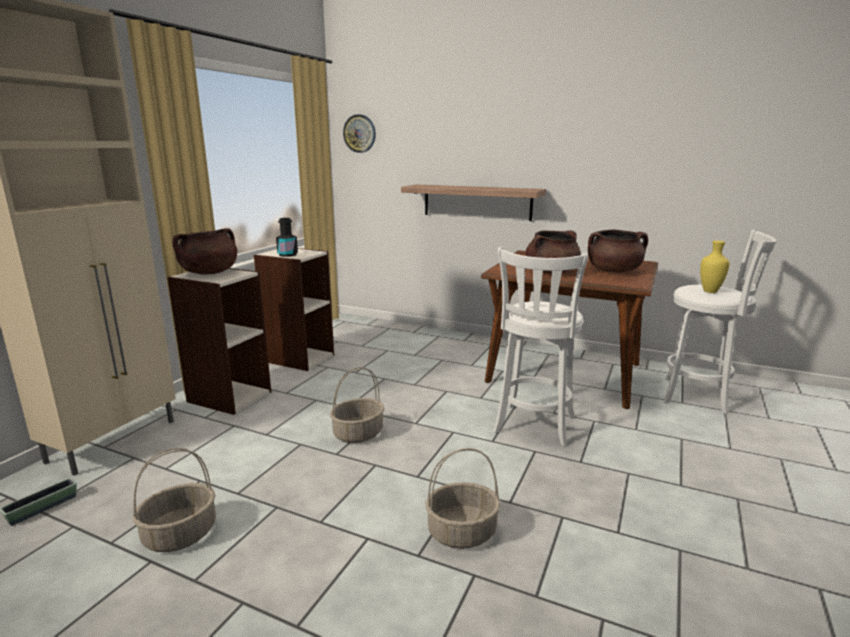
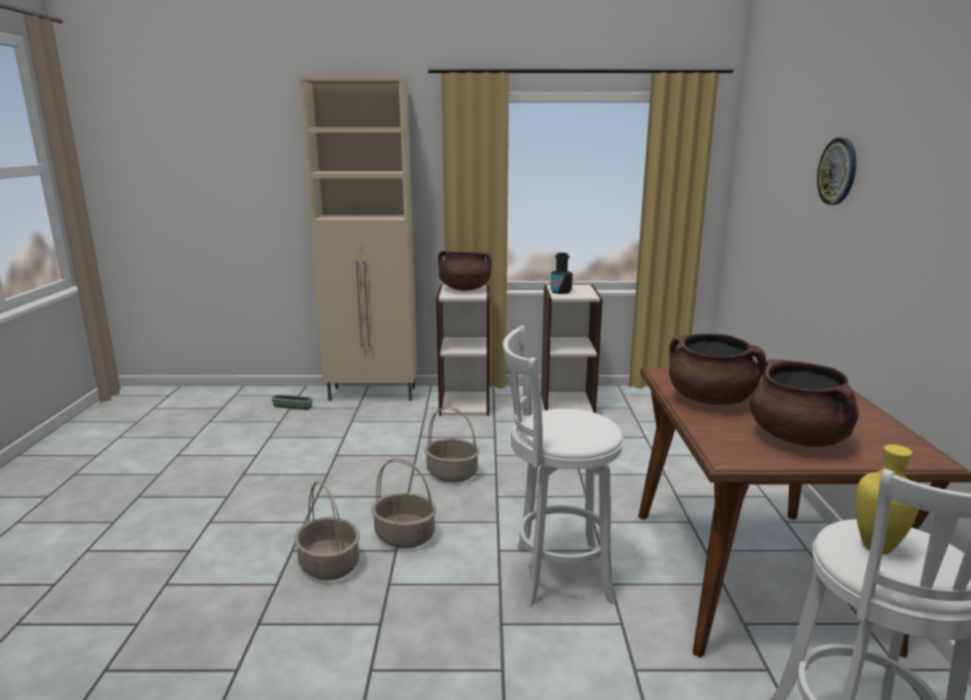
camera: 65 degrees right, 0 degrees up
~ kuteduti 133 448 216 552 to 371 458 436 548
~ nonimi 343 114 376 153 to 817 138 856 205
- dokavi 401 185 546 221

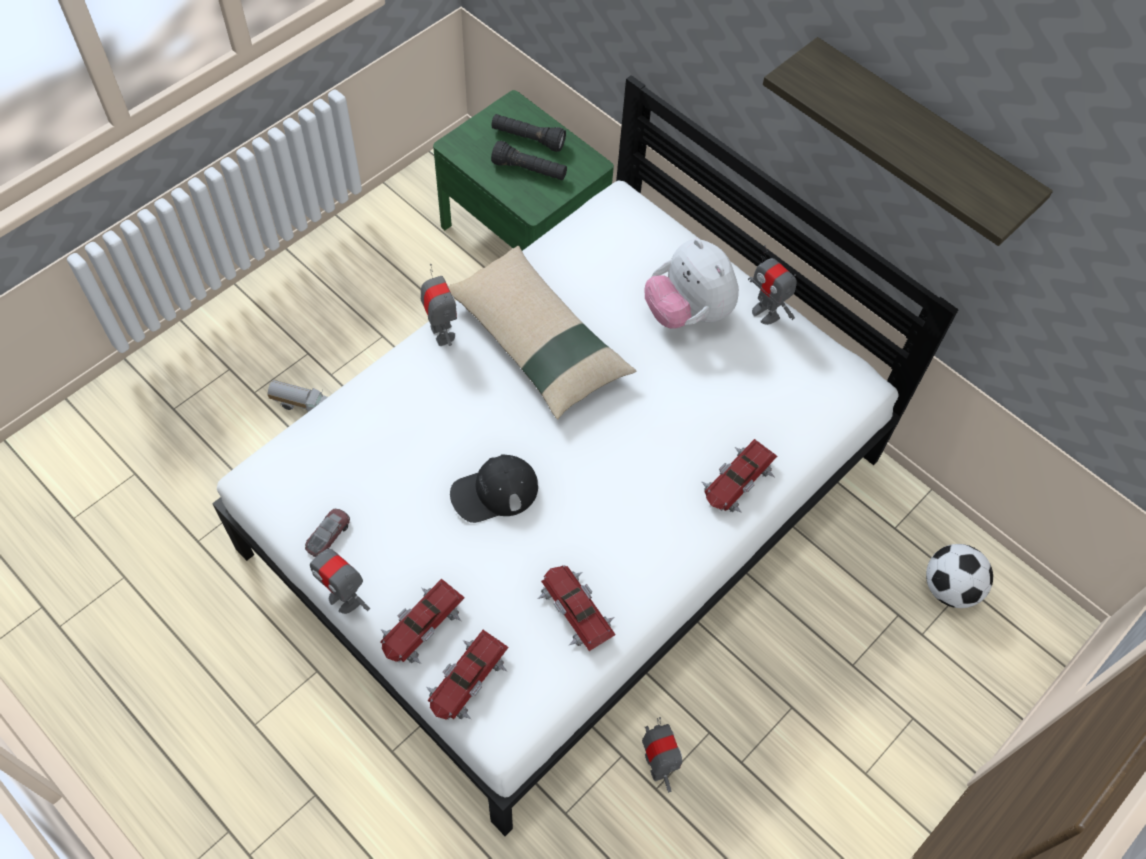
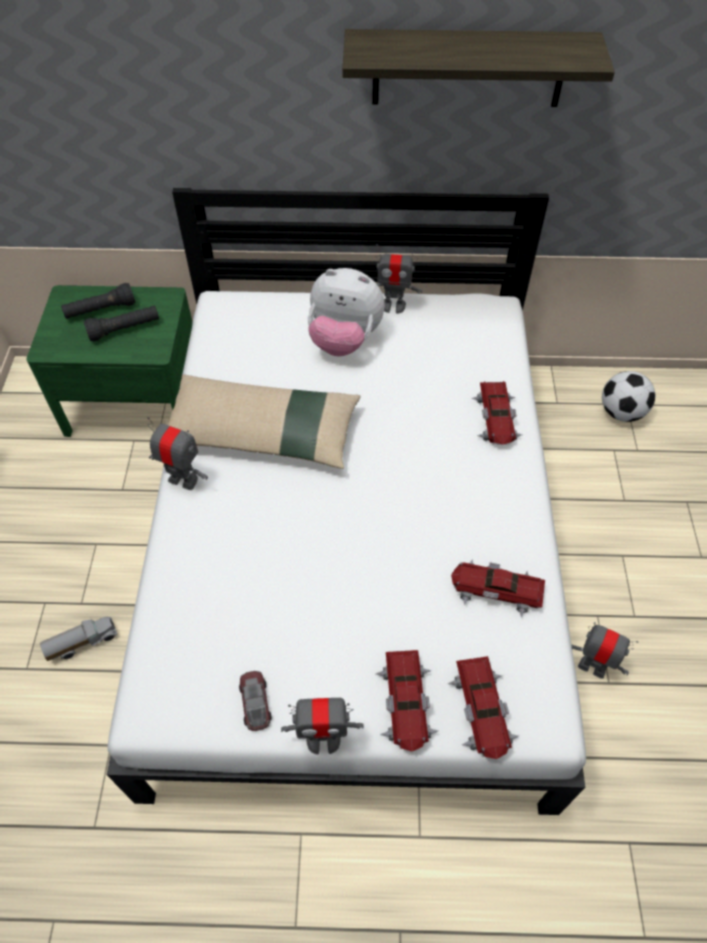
camera: 40 degrees left, 5 degrees down
- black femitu 450 454 538 523

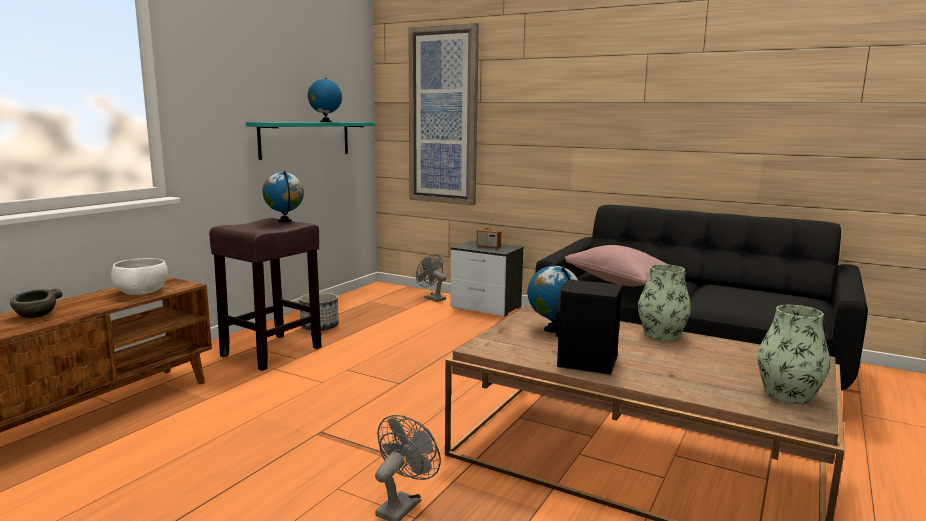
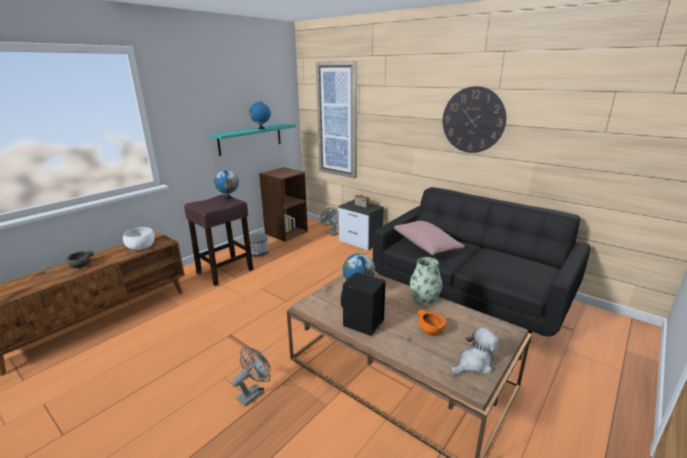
camera: 10 degrees right, 10 degrees up
~ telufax 757 305 830 404 to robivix 451 327 499 375
+ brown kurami 259 167 308 242
+ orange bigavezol 417 310 446 335
+ nonimi 443 86 506 153

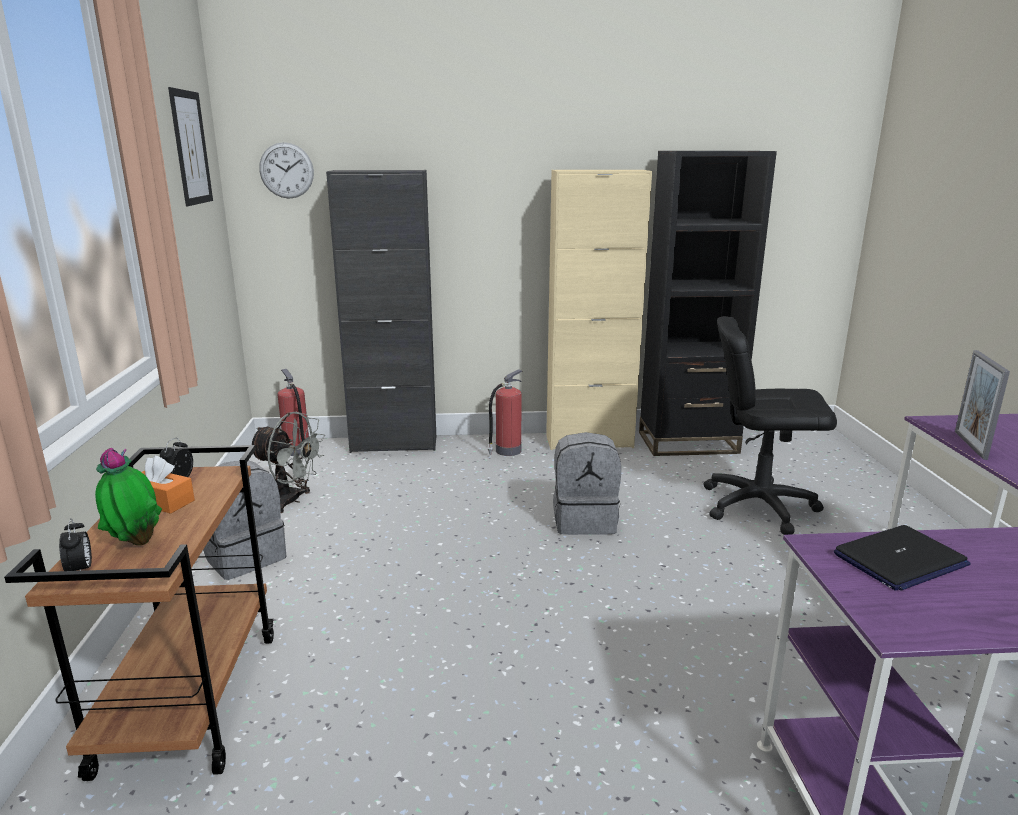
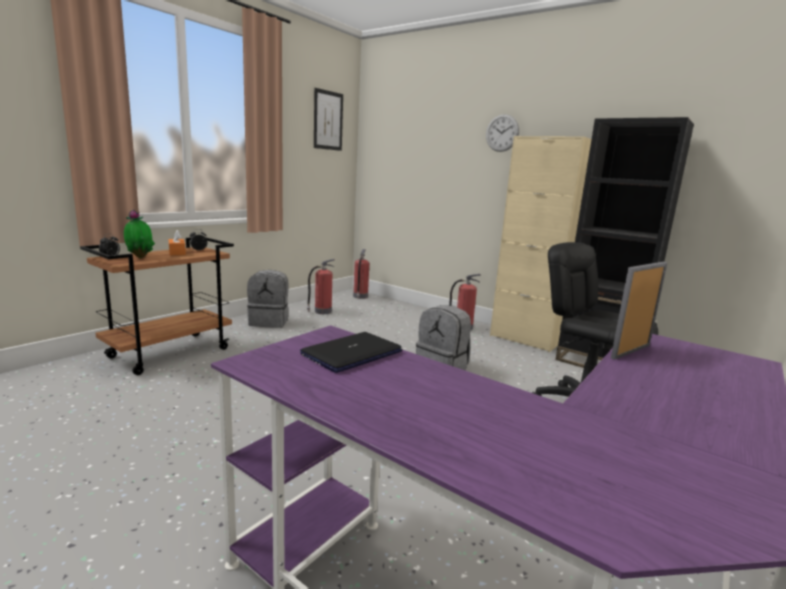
camera: 40 degrees right, 5 degrees down
~ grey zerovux 252 412 325 513 to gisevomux 307 259 334 314
~ nonimi 259 142 314 199 to 486 114 519 152
- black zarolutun 326 170 436 453
~ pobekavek 834 525 970 591 = 300 332 402 373 120 degrees clockwise

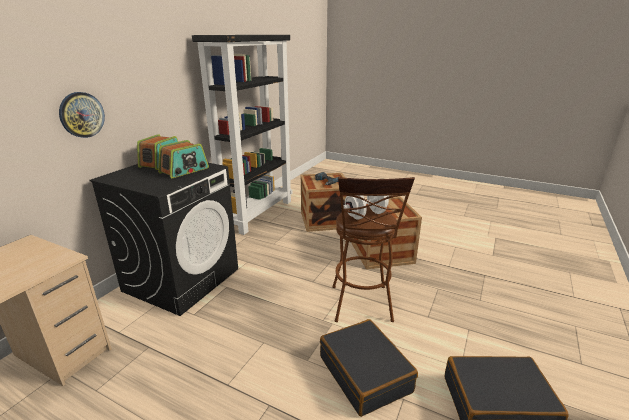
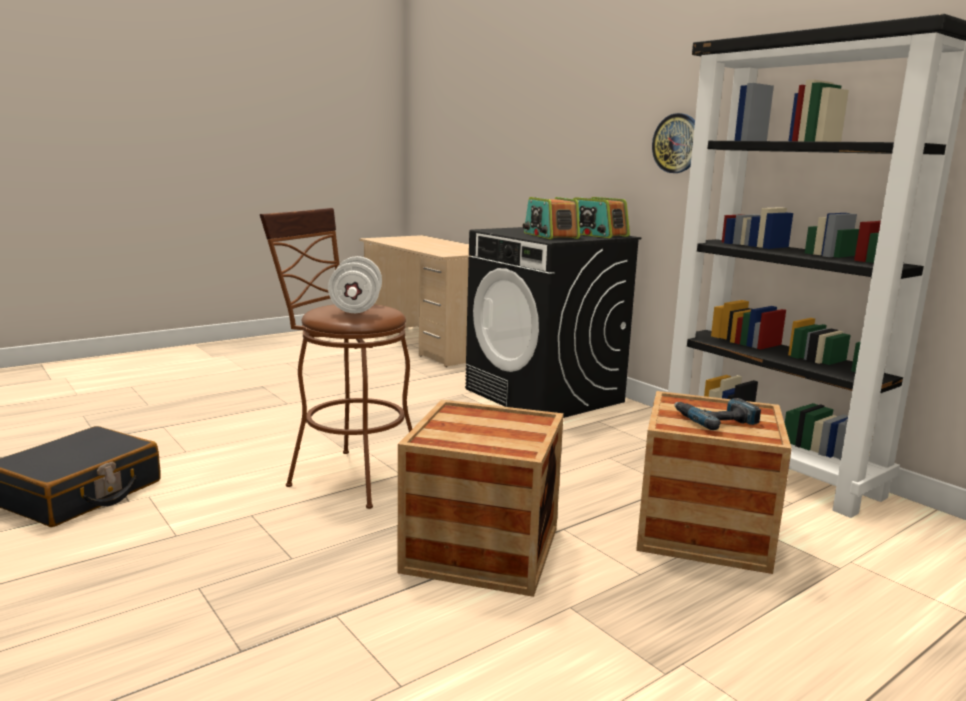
camera: 115 degrees right, 10 degrees down
~ nonimi 59 92 105 138 to 652 113 695 173
- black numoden 320 319 418 417

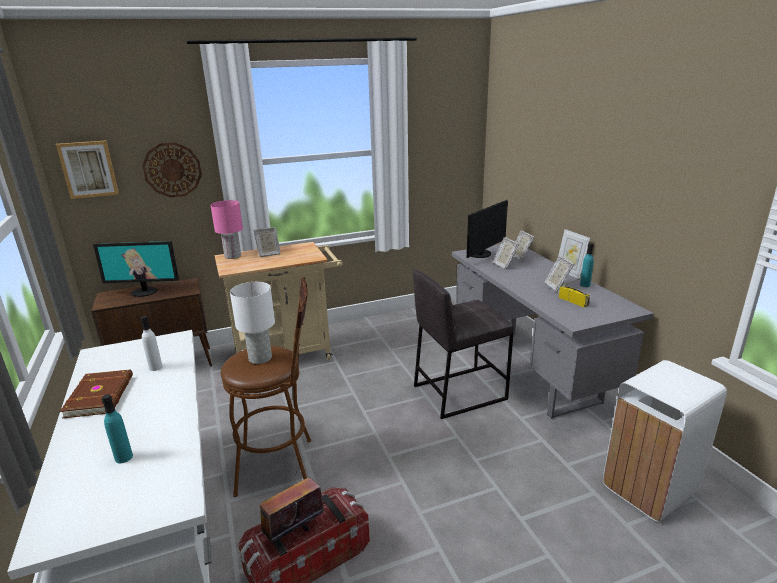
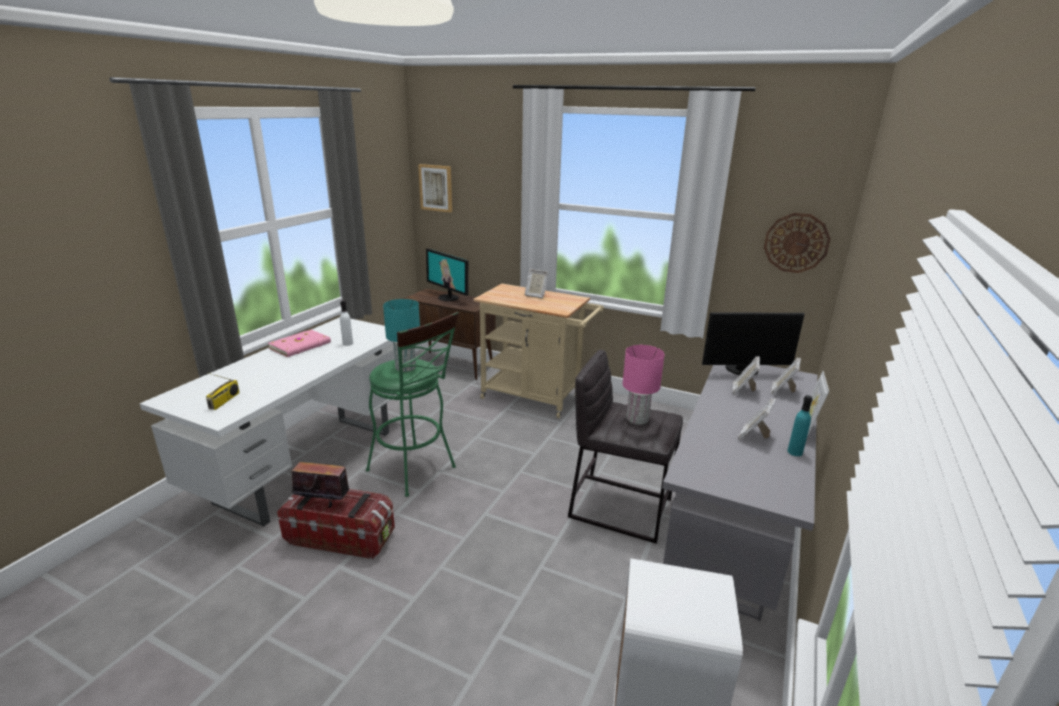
camera: 45 degrees right, 0 degrees up
~ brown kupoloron 60 370 133 418 to pink kupoloron 268 330 331 357
- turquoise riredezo 102 394 133 463
~ nonimi 142 142 202 198 to 764 213 831 273
~ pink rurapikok 210 200 243 259 to 623 345 665 425
~ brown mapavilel 221 277 311 497 to green mapavilel 366 312 459 497
~ white rurapikok 230 282 275 364 to turquoise rurapikok 383 299 420 372
~ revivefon 559 278 590 307 to 206 372 240 410

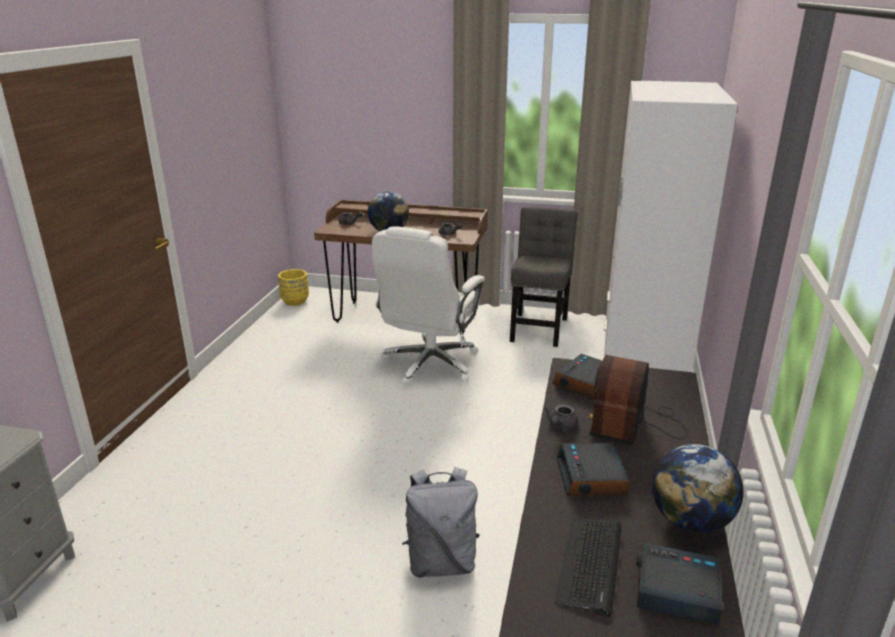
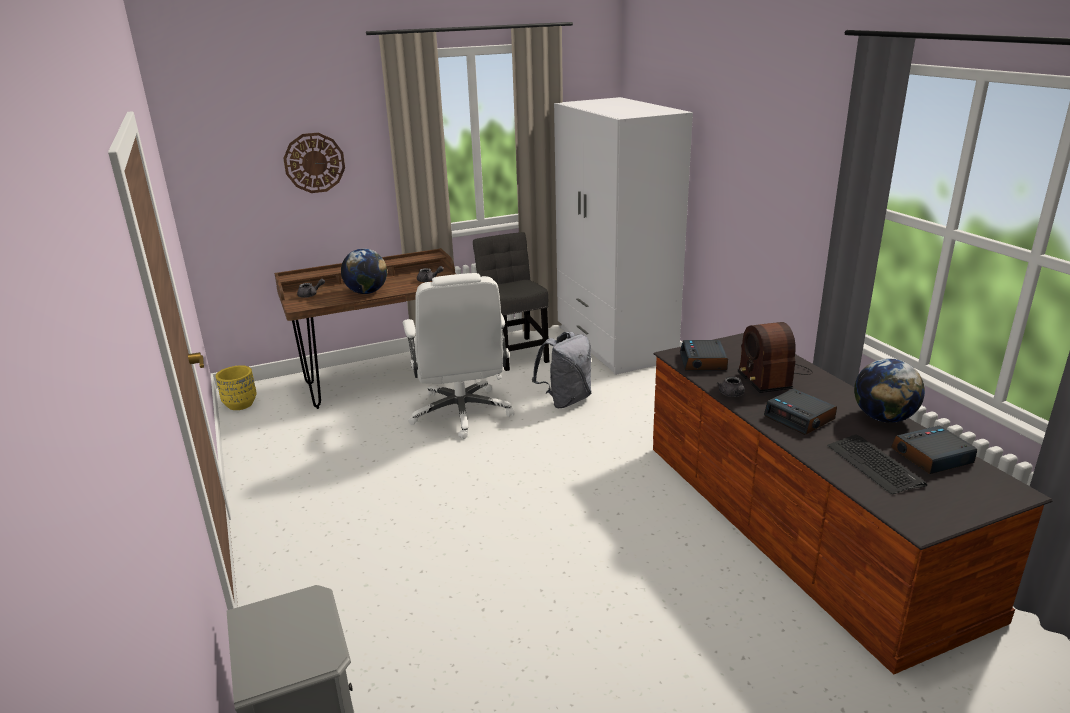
camera: 35 degrees left, 0 degrees up
~ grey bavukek 402 467 480 578 to 532 332 591 408
+ nonimi 283 133 345 193

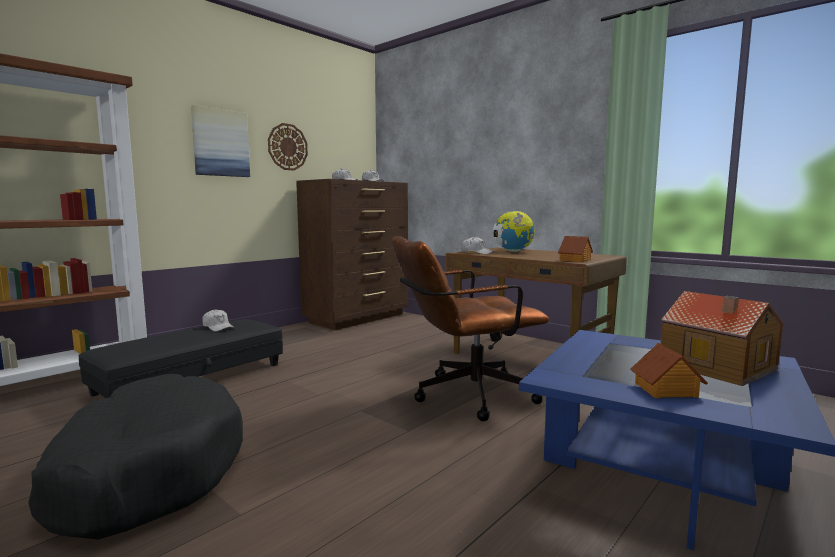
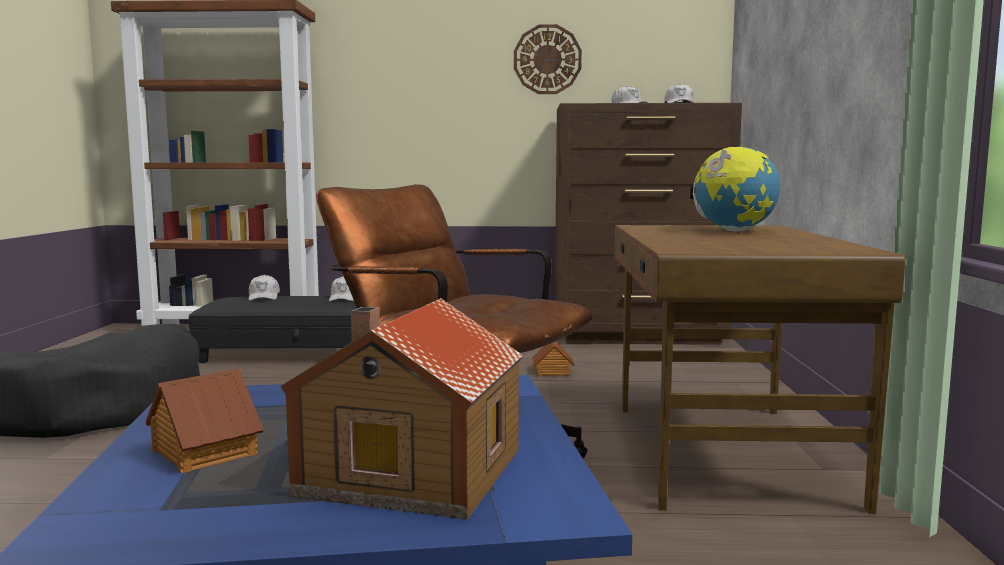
camera: 50 degrees right, 0 degrees up
- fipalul 191 105 250 177
~ white femitu 461 236 494 254 to 249 274 280 301
~ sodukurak 558 236 593 262 to 532 342 574 376

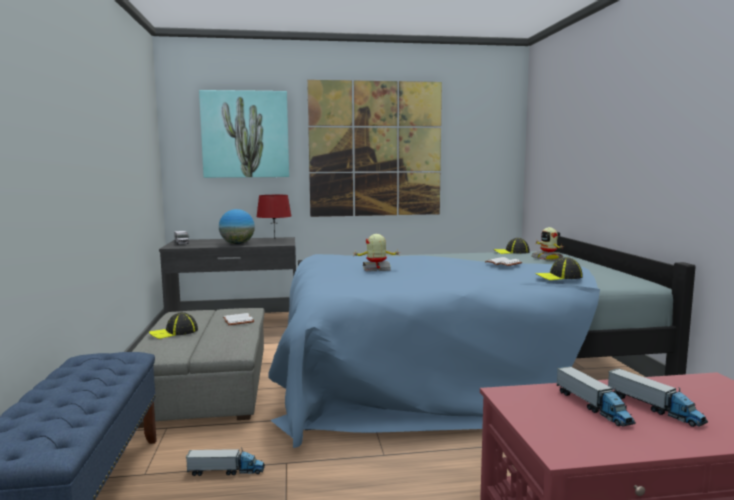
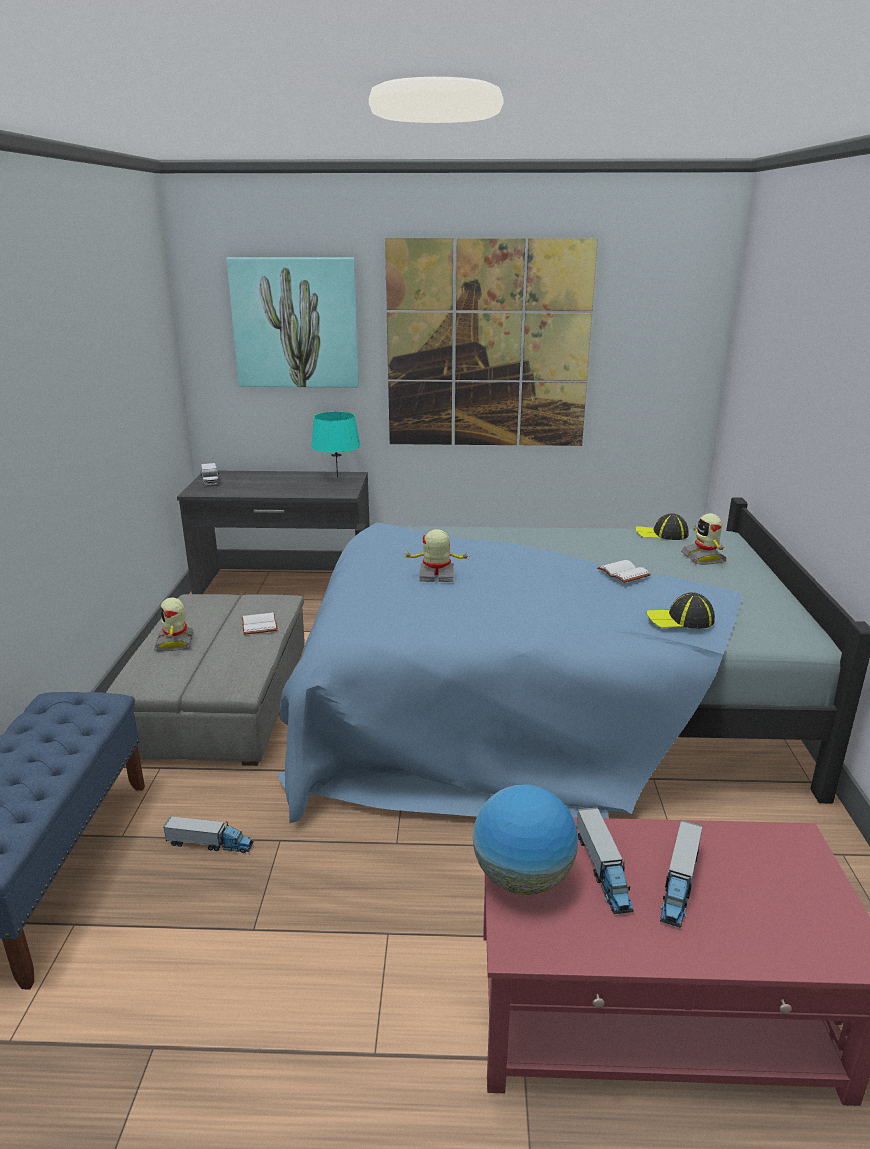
camera: 10 degrees right, 15 degrees up
~ femitu 149 312 198 339 to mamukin 154 598 194 651
~ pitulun 219 209 255 244 to 473 785 578 895
~ red rurapikok 256 195 291 236 to turquoise rurapikok 311 412 361 477
~ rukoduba 608 368 708 427 = 660 820 703 928 45 degrees clockwise

